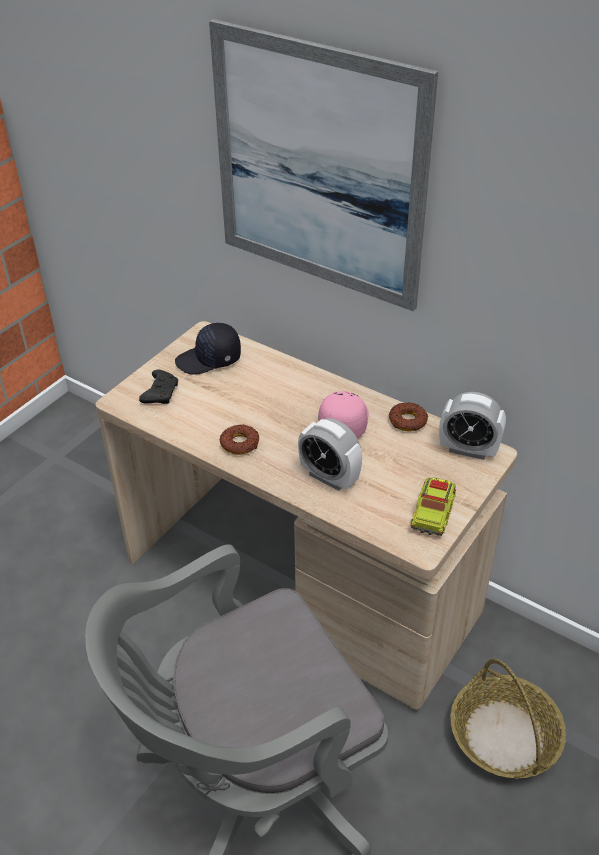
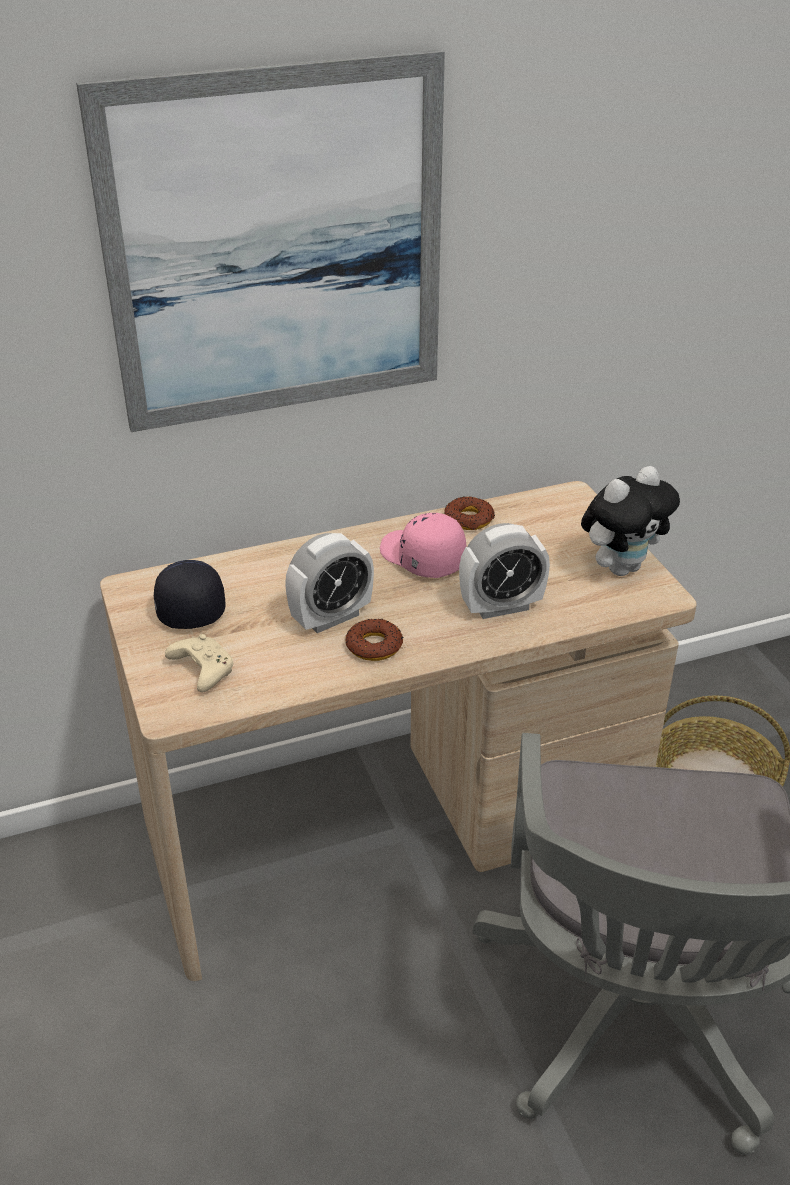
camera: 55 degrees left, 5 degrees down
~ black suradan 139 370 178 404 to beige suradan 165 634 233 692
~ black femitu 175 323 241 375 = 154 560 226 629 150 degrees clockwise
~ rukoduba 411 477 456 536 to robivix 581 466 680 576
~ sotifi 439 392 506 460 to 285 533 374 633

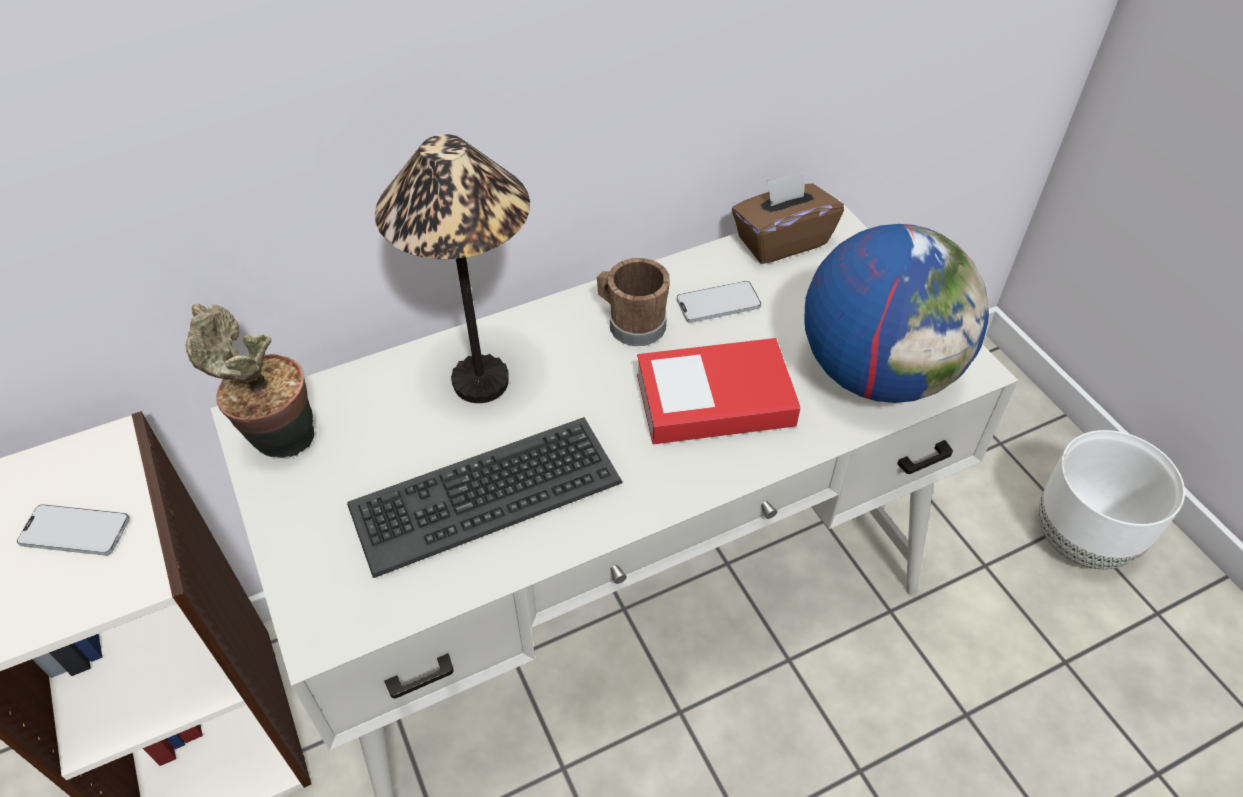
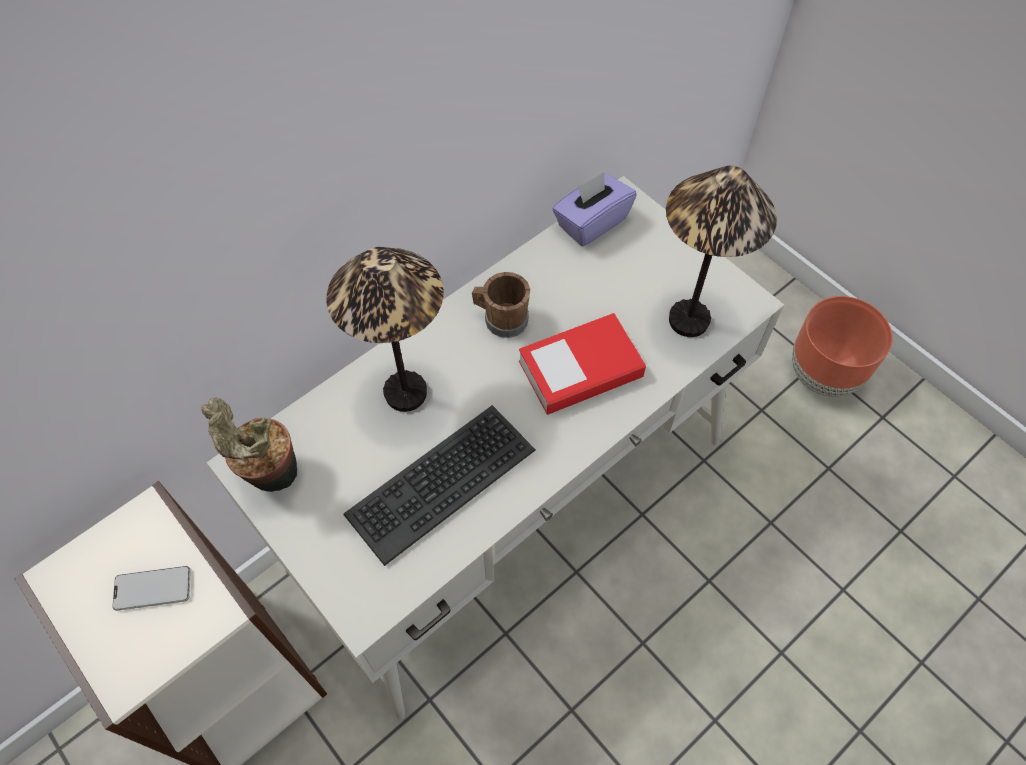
camera: 15 degrees left, 10 degrees up
- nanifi 677 281 761 323
~ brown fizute 732 171 844 264 to purple fizute 552 172 637 246
~ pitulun 804 224 989 403 to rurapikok 666 166 777 337
~ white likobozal 1039 430 1185 569 to brown likobozal 792 296 893 397

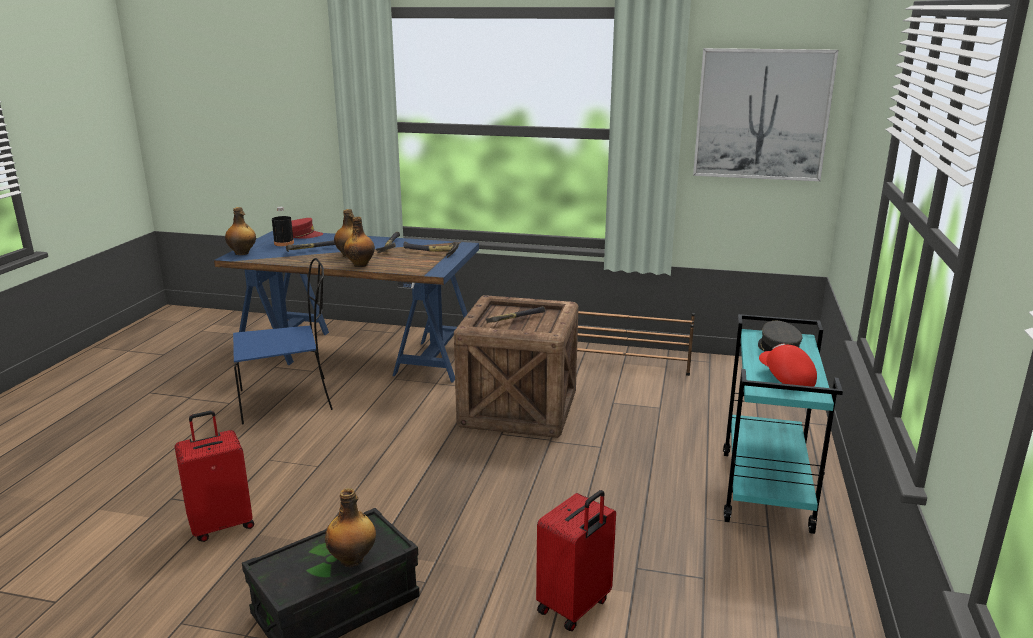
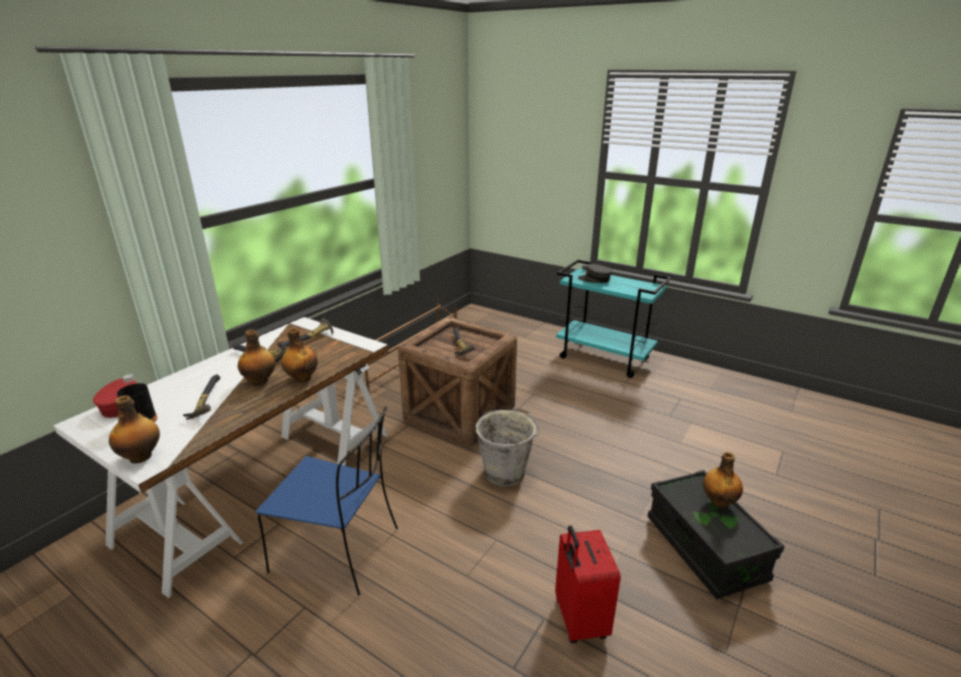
camera: 70 degrees left, 5 degrees up
~ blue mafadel 214 231 479 382 to white mafadel 53 317 388 598
~ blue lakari 233 258 333 425 = 256 407 398 596 105 degrees clockwise
- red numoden 536 490 616 631
- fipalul 693 48 838 181
- red femitu 759 343 817 387
+ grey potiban 476 408 539 487

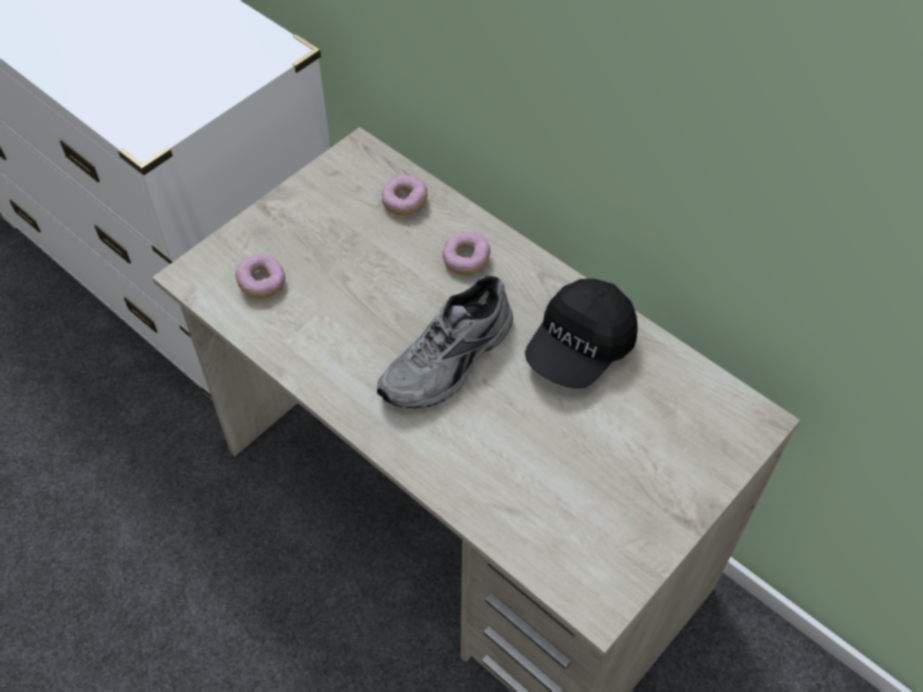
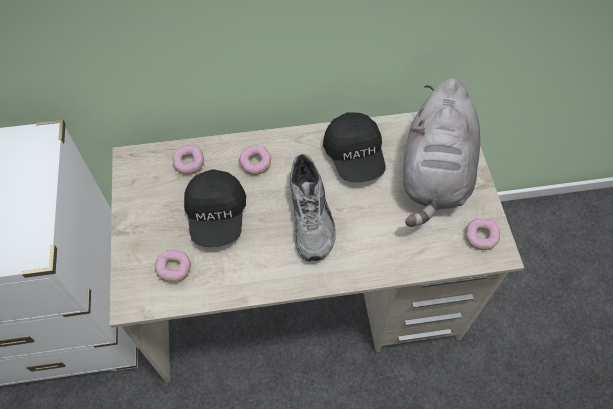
camera: 50 degrees left, 5 degrees up
+ black femitu 184 169 246 247
+ grey robivix 403 78 480 227
+ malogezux 465 218 500 250

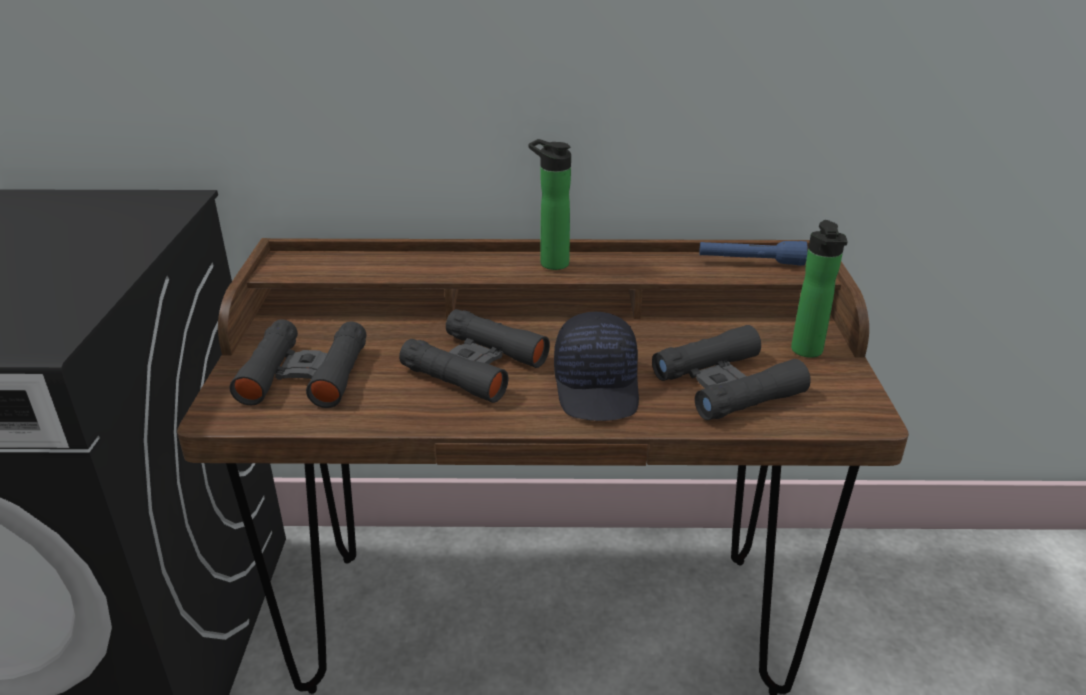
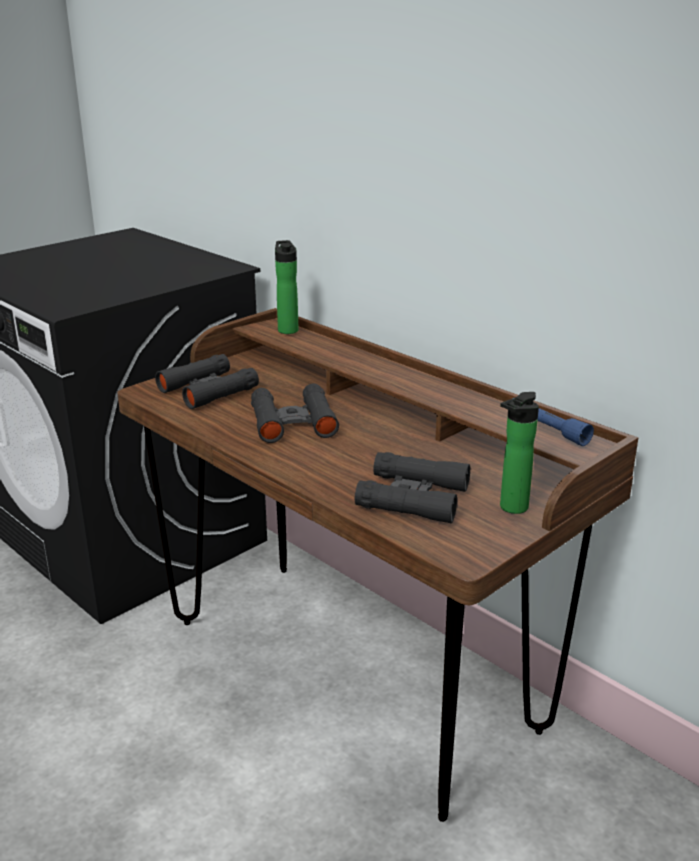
camera: 45 degrees right, 5 degrees down
~ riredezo 528 139 571 270 to 275 240 299 334
- black femitu 554 312 639 421

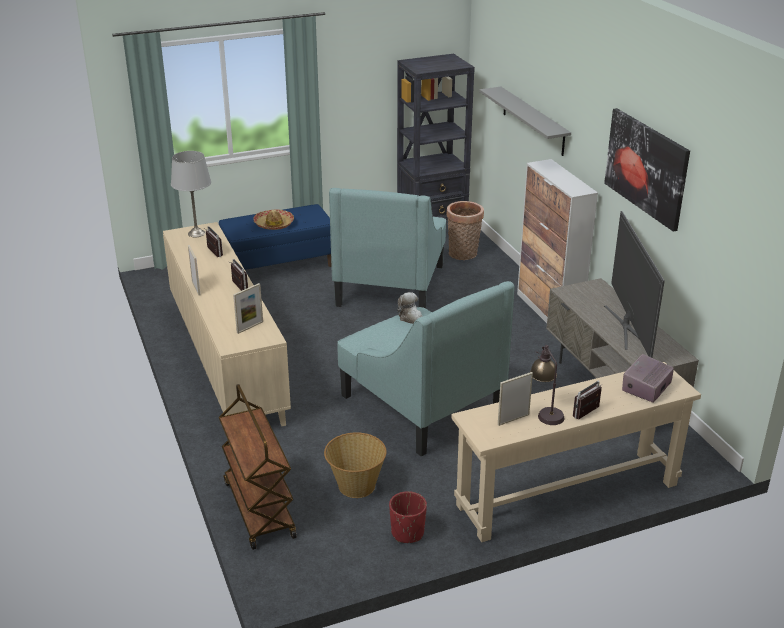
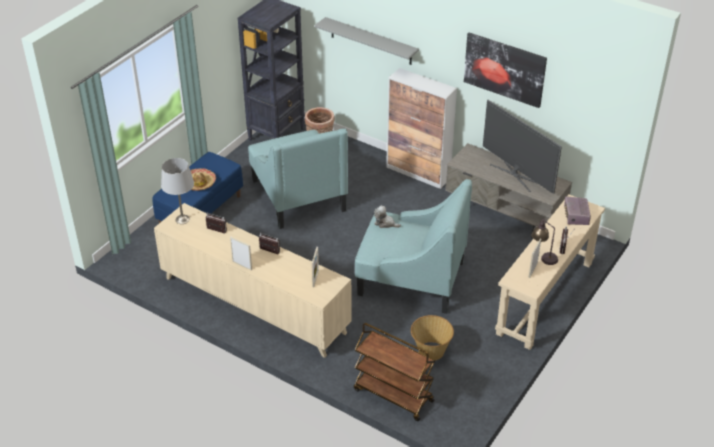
camera: 35 degrees left, 10 degrees up
- red likobozal 389 491 427 543

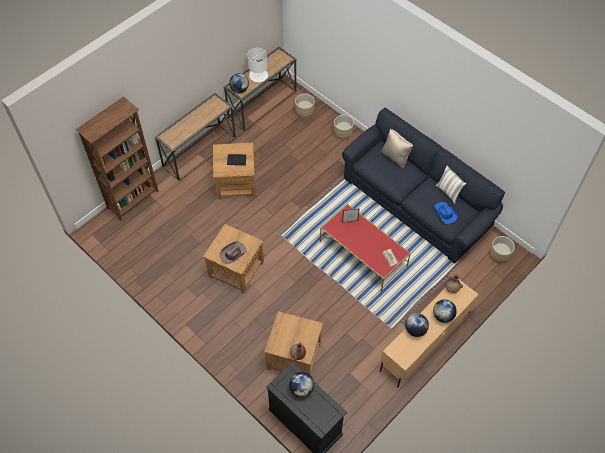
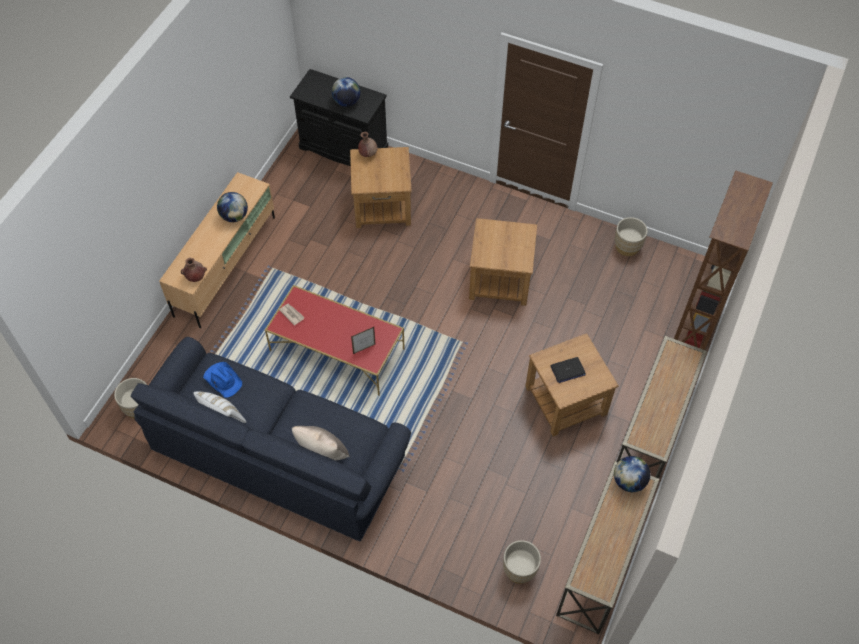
camera: 160 degrees right, 0 degrees up
- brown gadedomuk 219 241 247 264
- white rurapikok 247 48 268 82
~ beige likobozal 334 115 354 140 to 615 217 647 256
- pitulun 433 299 457 323

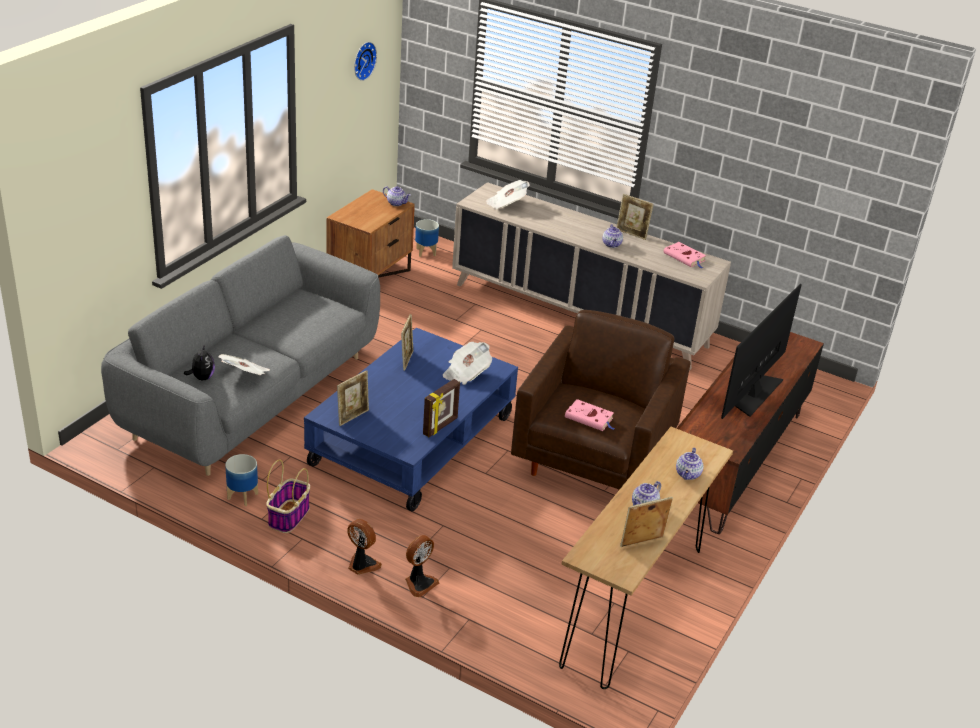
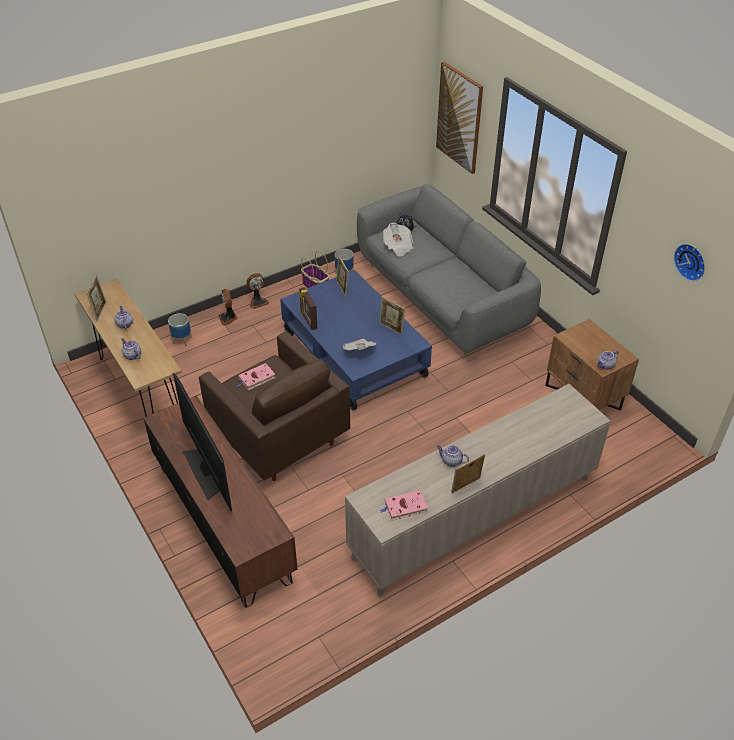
camera: 120 degrees right, 10 degrees up
~ likobozal 415 219 439 257 to 168 313 192 347
- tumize 486 180 530 210
+ fipalul 436 61 483 174

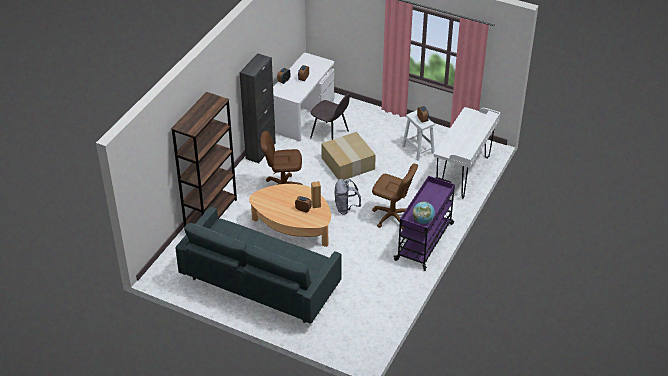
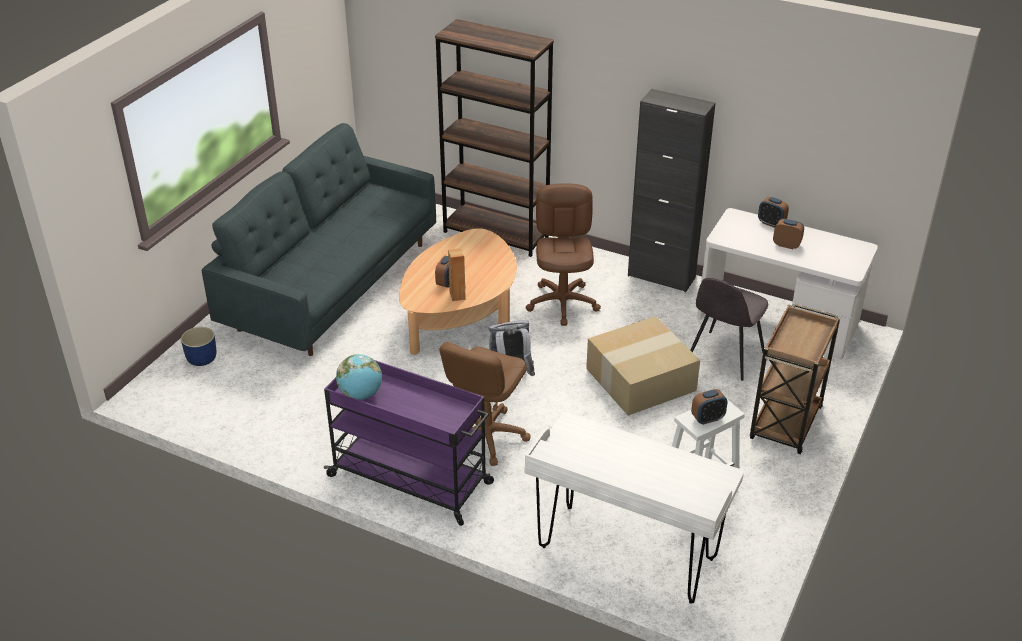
camera: 90 degrees right, 5 degrees down
+ blue likobozal 181 327 216 366
+ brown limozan 750 303 840 454

